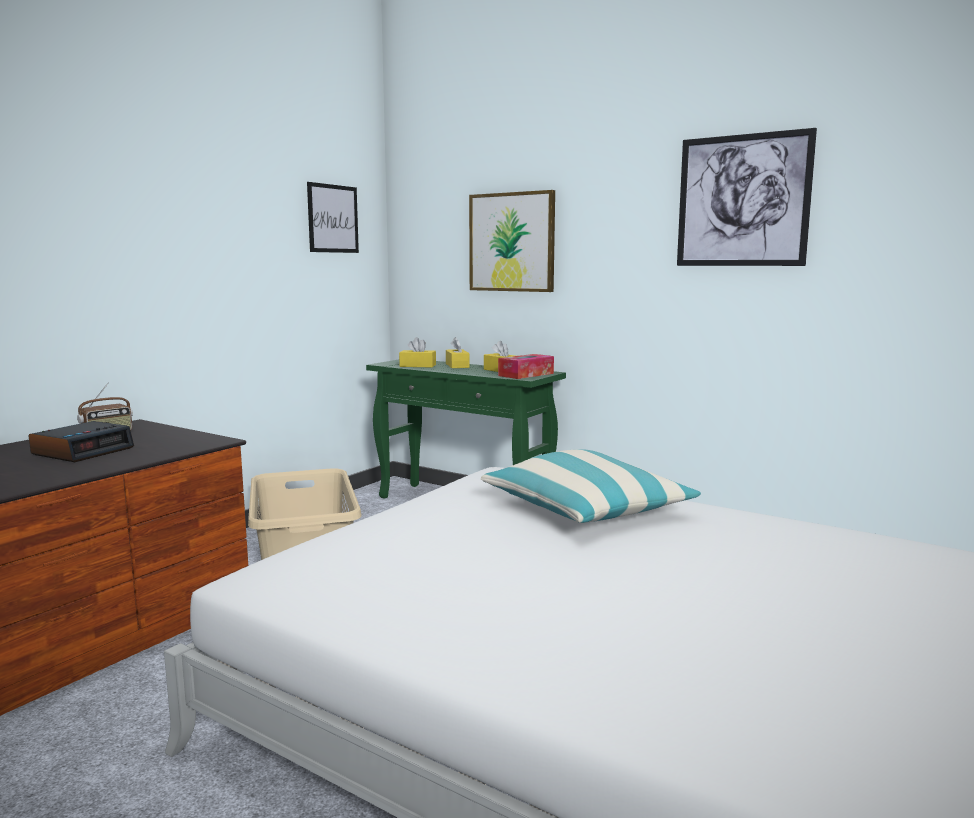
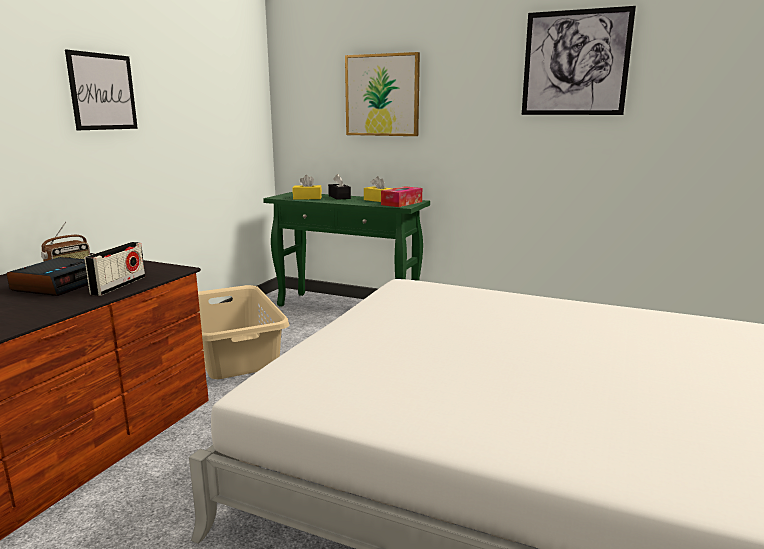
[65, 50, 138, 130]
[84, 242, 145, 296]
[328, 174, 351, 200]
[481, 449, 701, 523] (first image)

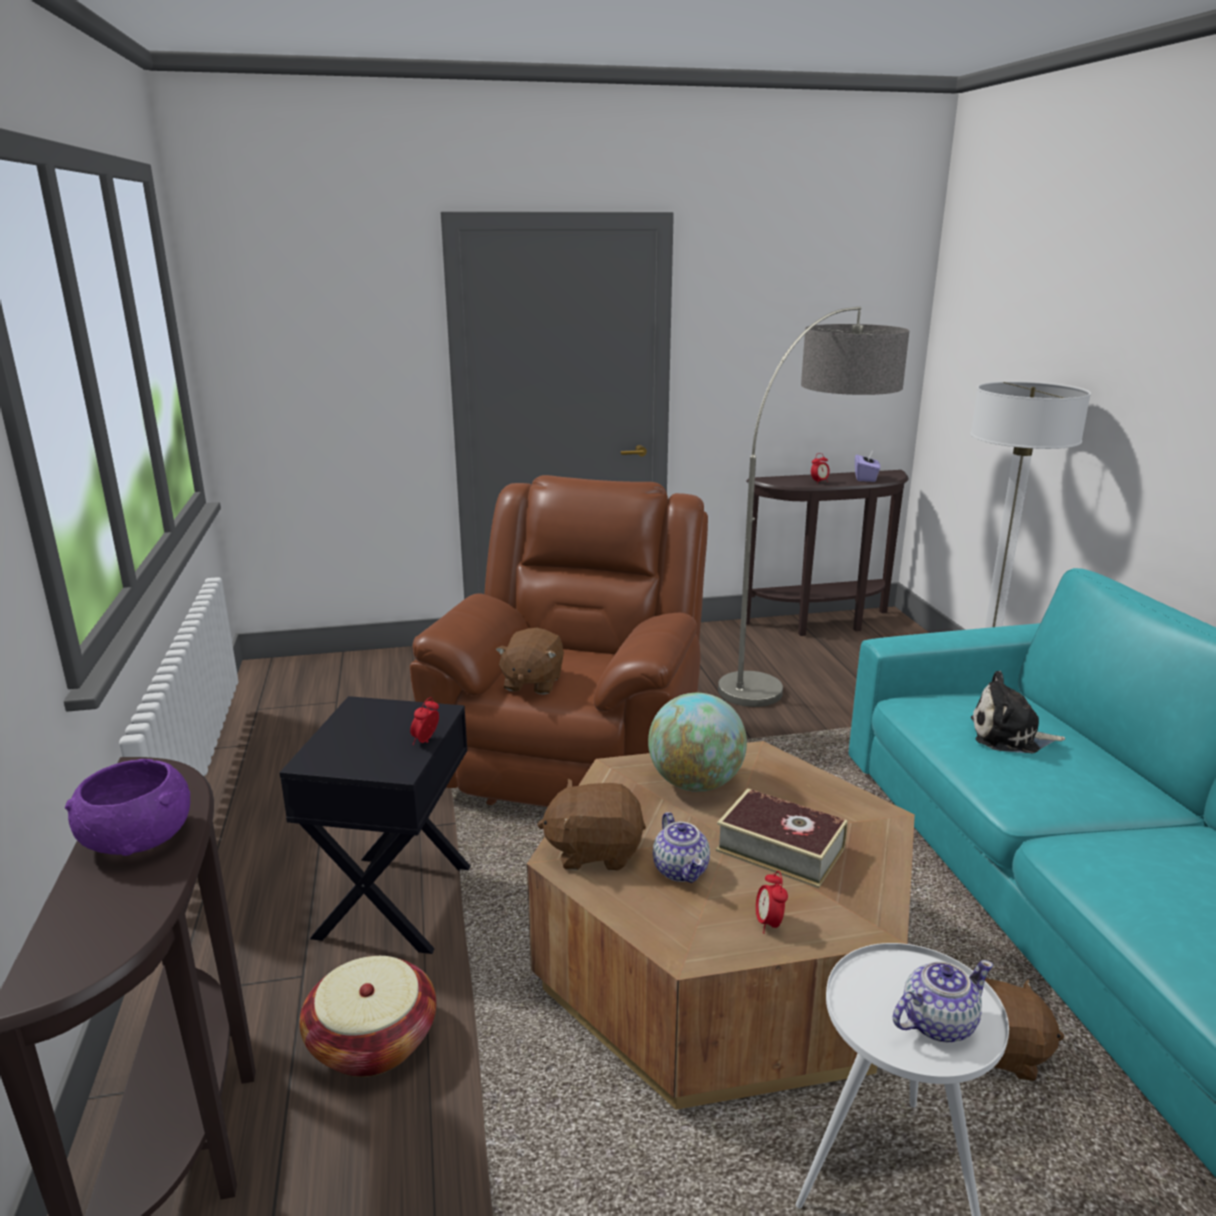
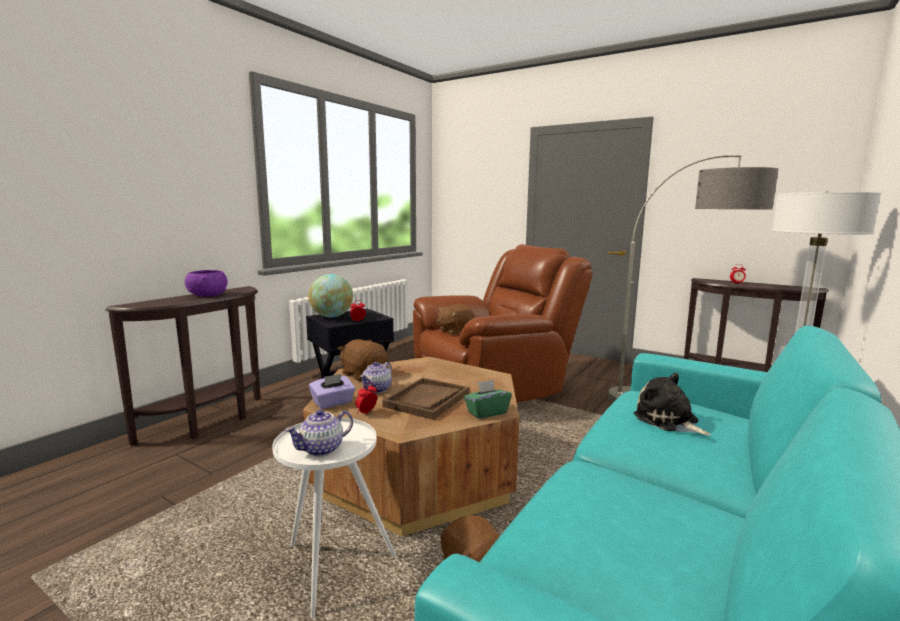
[285, 409, 353, 457]
[308, 274, 353, 318]
[309, 374, 355, 409]
[382, 378, 469, 420]
[464, 379, 512, 419]
[300, 956, 436, 1077] (first image)

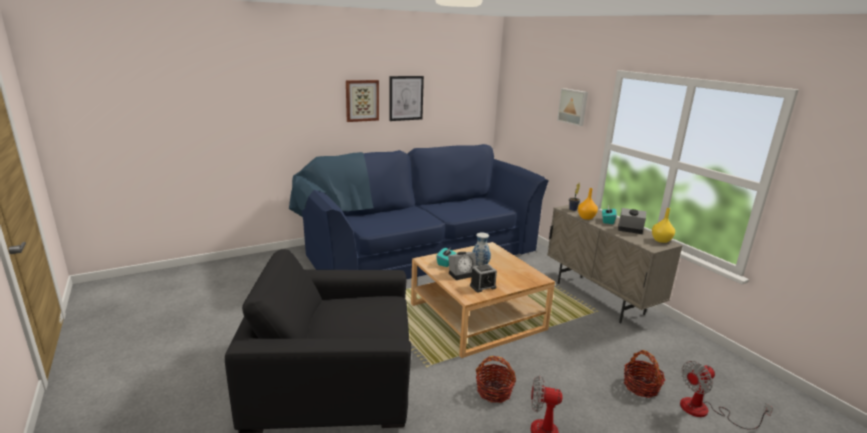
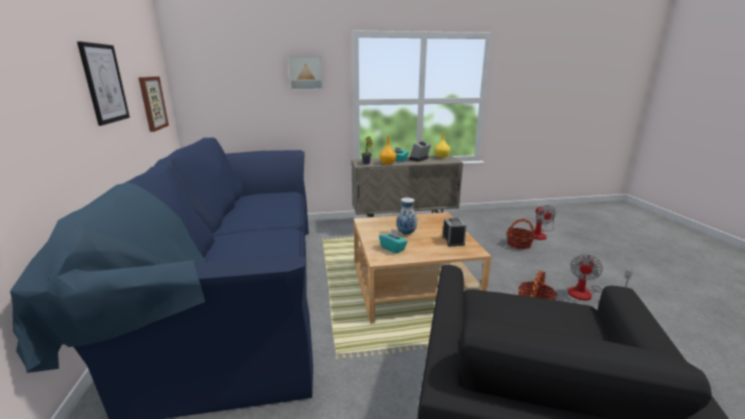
[138, 76, 169, 132]
[448, 252, 476, 280] (first image)

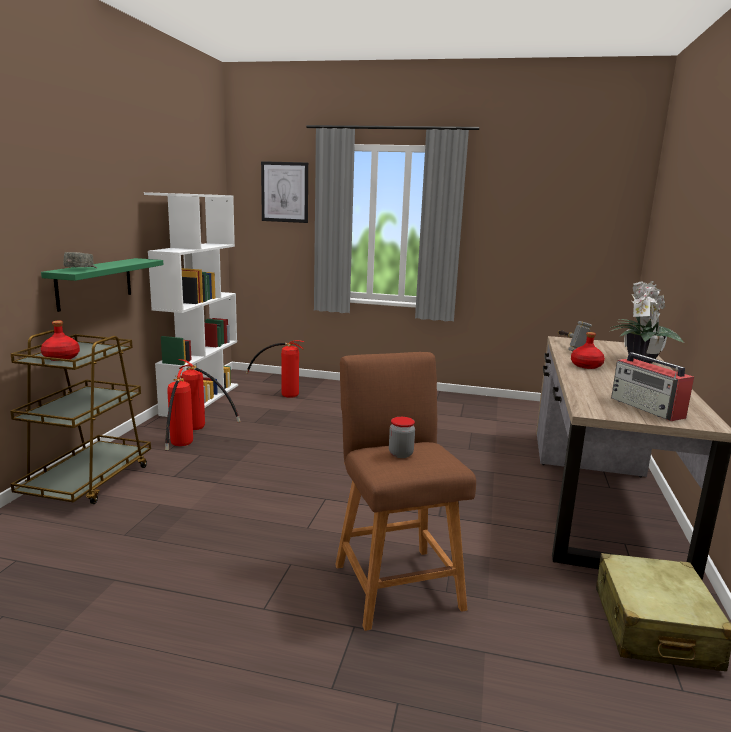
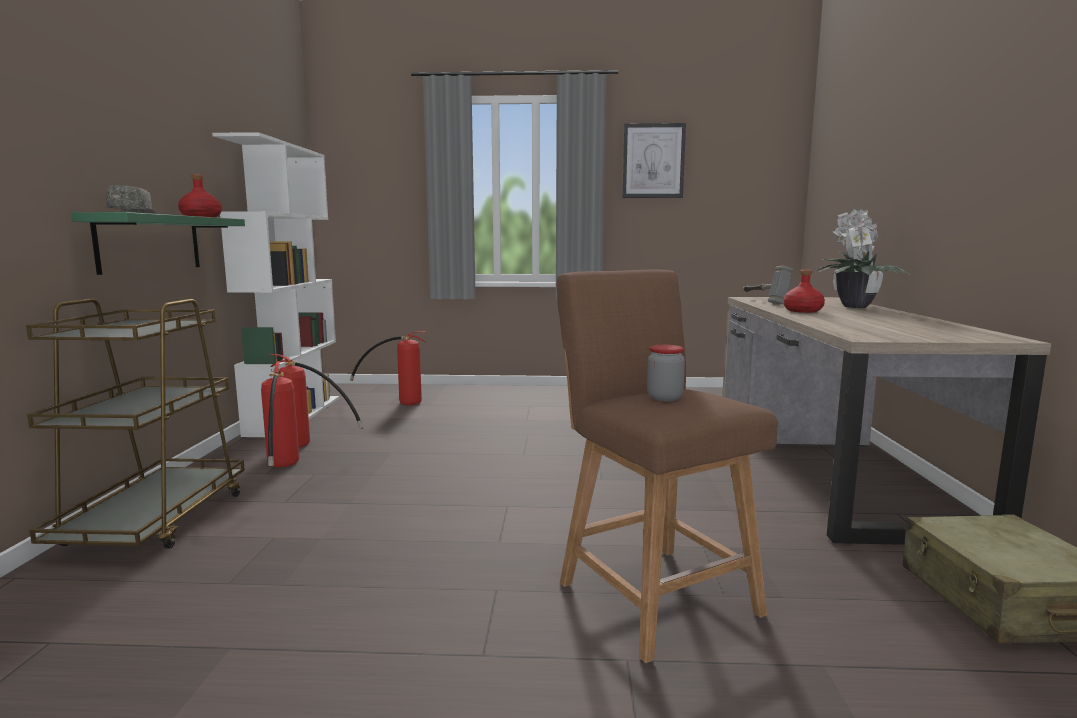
[178, 174, 222, 217]
[622, 123, 686, 198]
[611, 352, 694, 421] (first image)

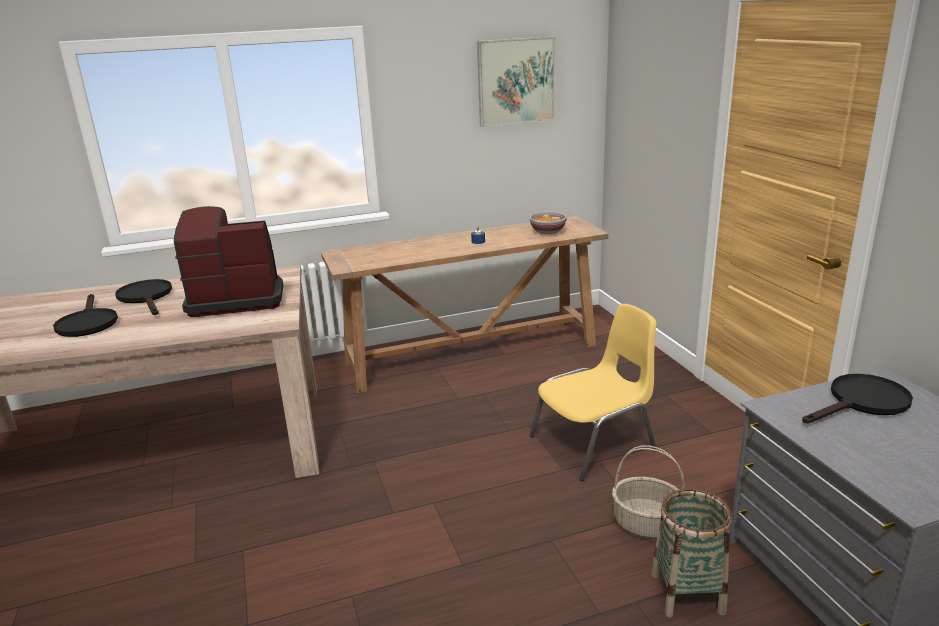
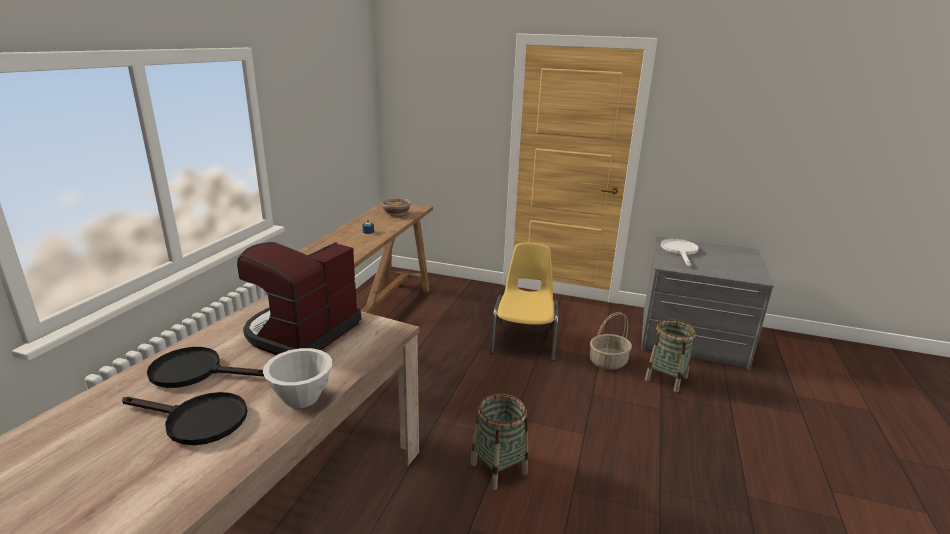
[263, 348, 332, 408]
[471, 393, 528, 490]
[661, 239, 698, 266]
[477, 36, 556, 127] (first image)

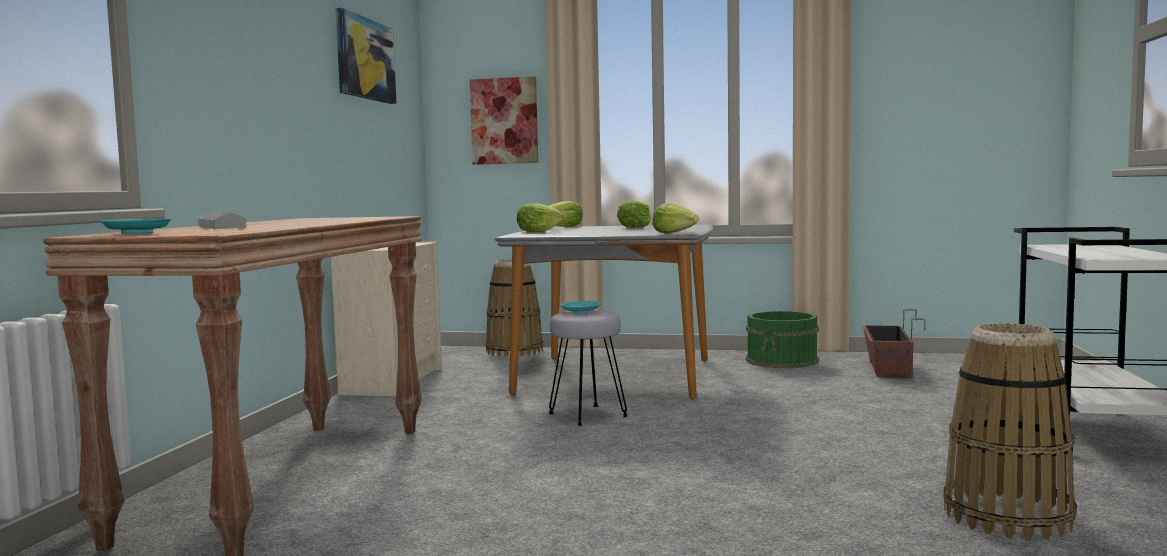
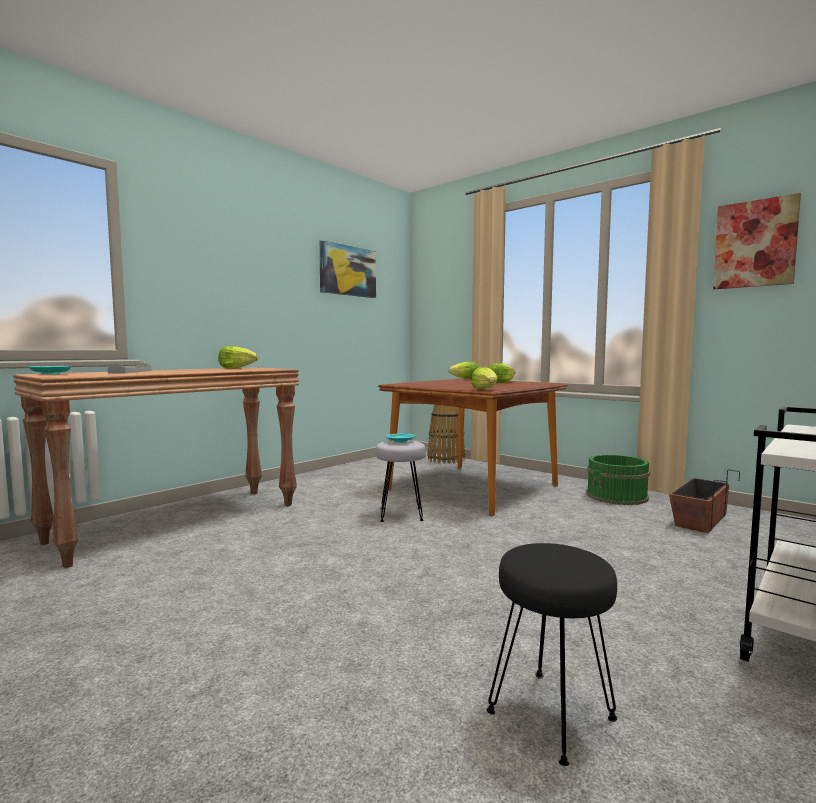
[218, 346, 258, 369]
[378, 379, 568, 516]
[487, 543, 617, 766]
[713, 193, 801, 289]
[331, 242, 442, 397] (first image)

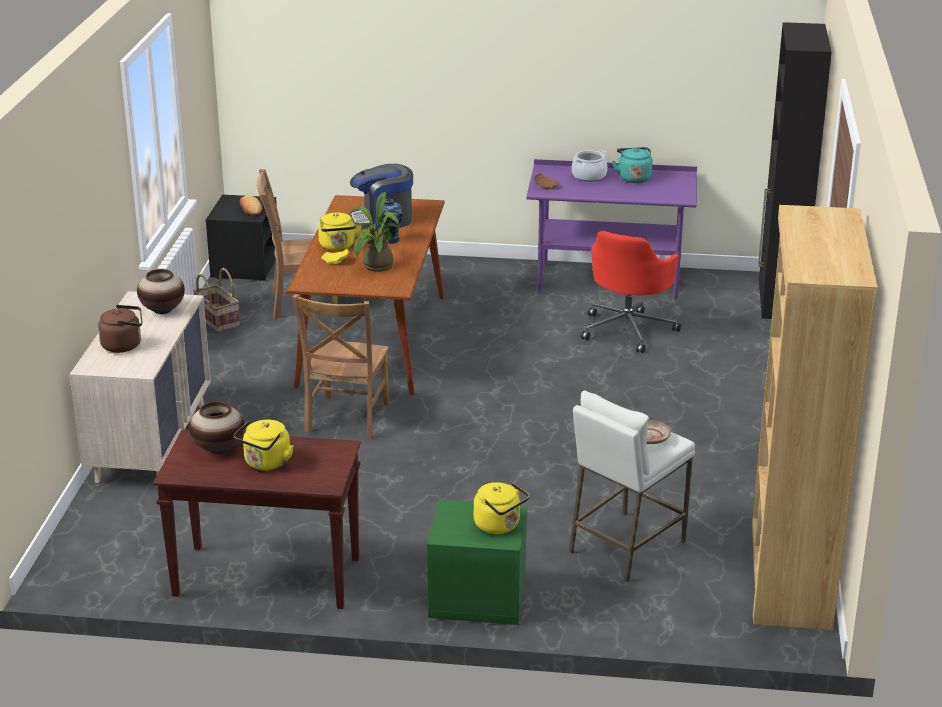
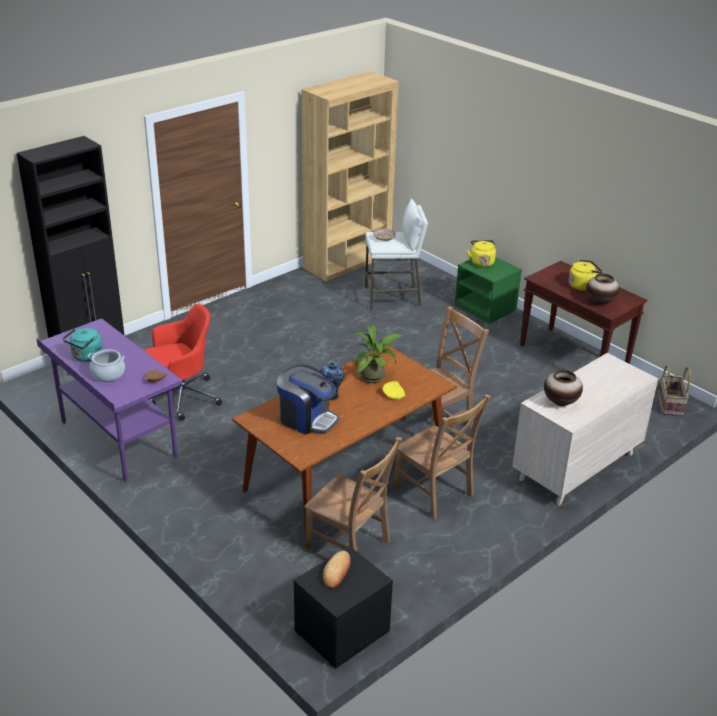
[394, 394, 491, 519]
[657, 365, 691, 416]
[98, 305, 142, 353] (first image)
[318, 213, 361, 251] (first image)

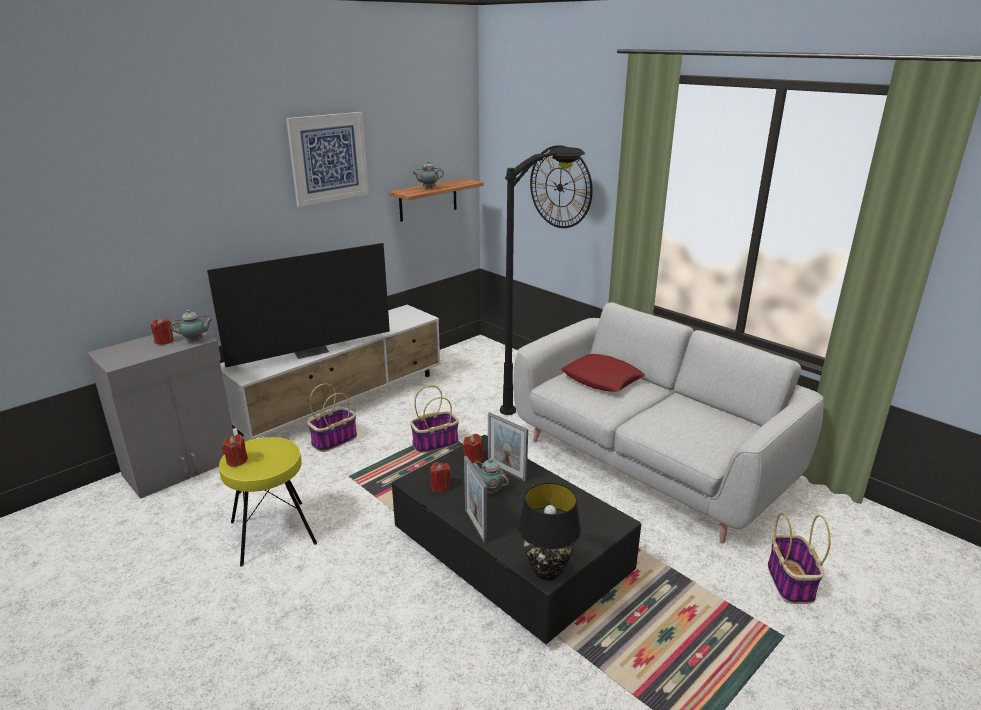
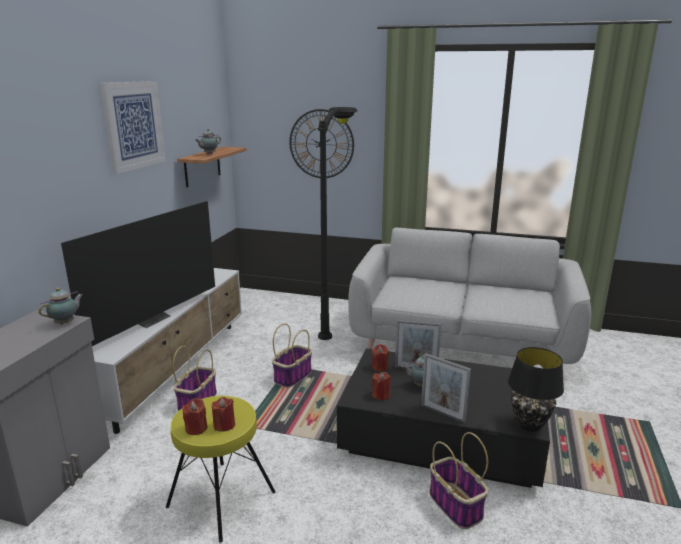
[212, 397, 235, 432]
[430, 432, 488, 529]
[561, 354, 645, 392] (first image)

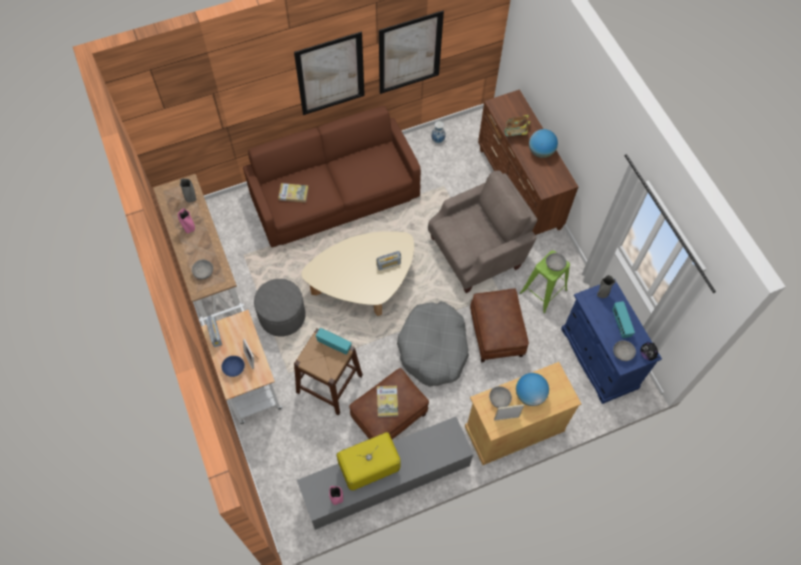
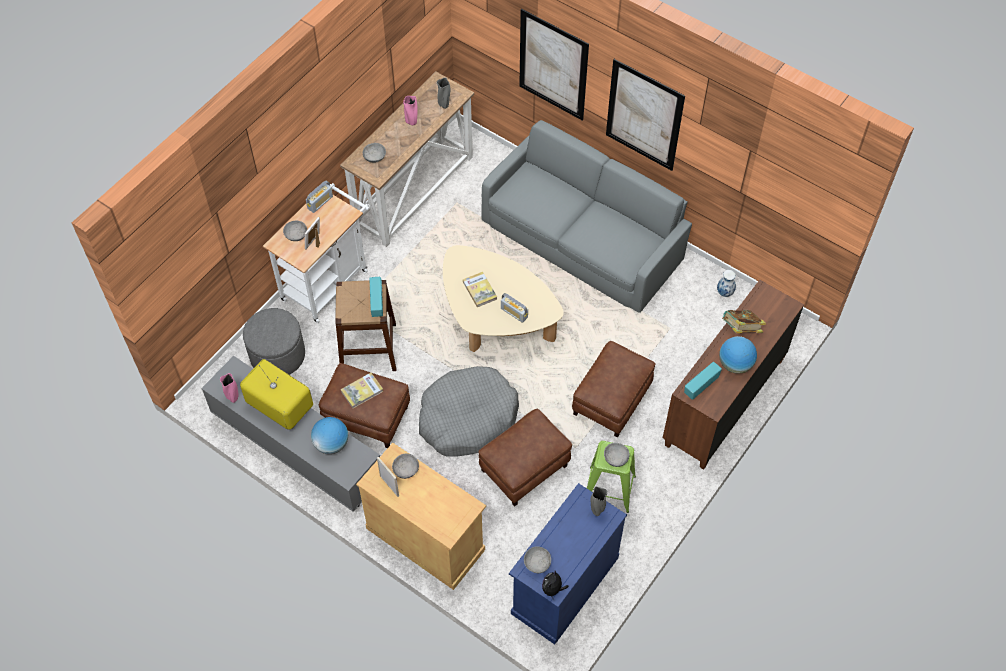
[243, 308, 305, 375]
[283, 221, 307, 241]
[311, 417, 348, 454]
[463, 272, 497, 307]
[481, 120, 692, 313]
[519, 8, 589, 121]
[572, 341, 656, 438]
[684, 362, 722, 400]

